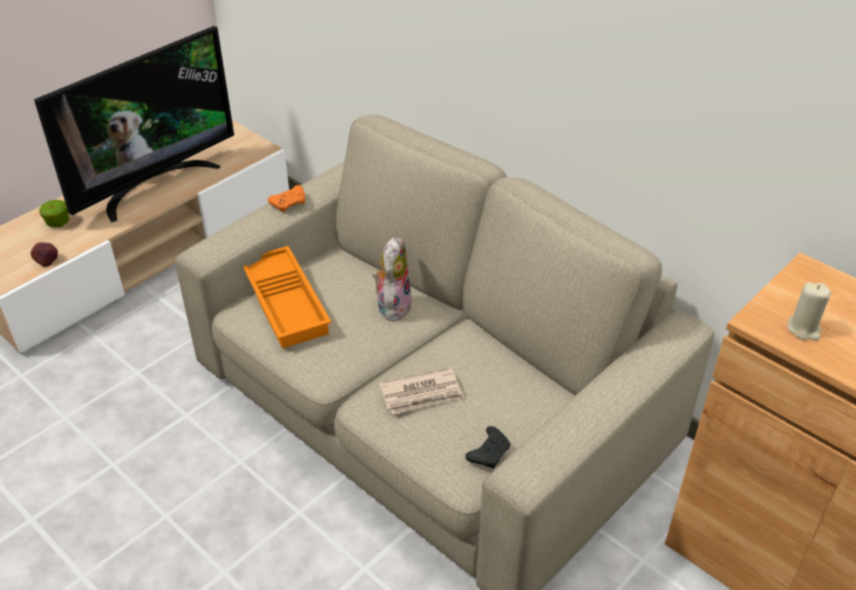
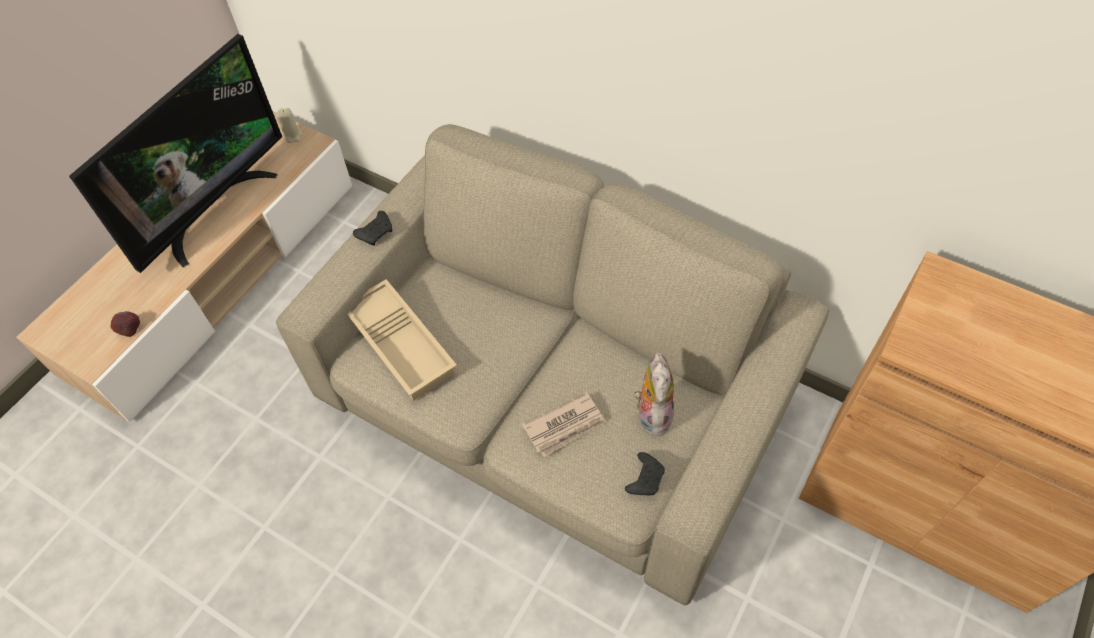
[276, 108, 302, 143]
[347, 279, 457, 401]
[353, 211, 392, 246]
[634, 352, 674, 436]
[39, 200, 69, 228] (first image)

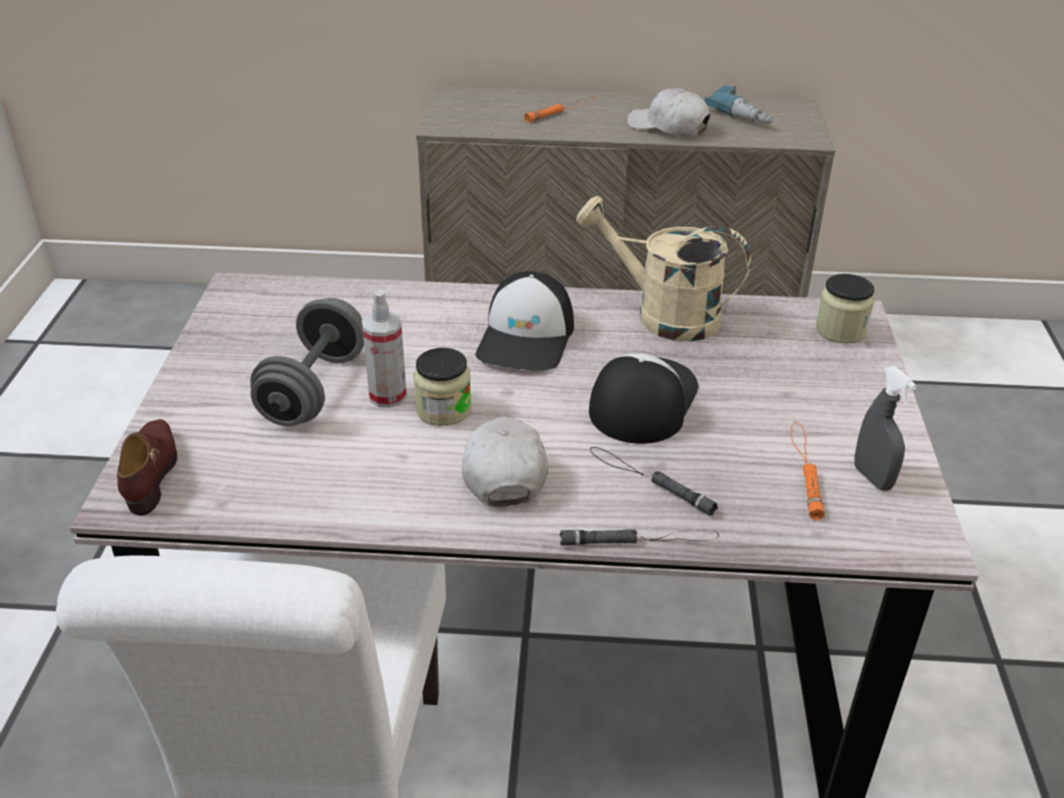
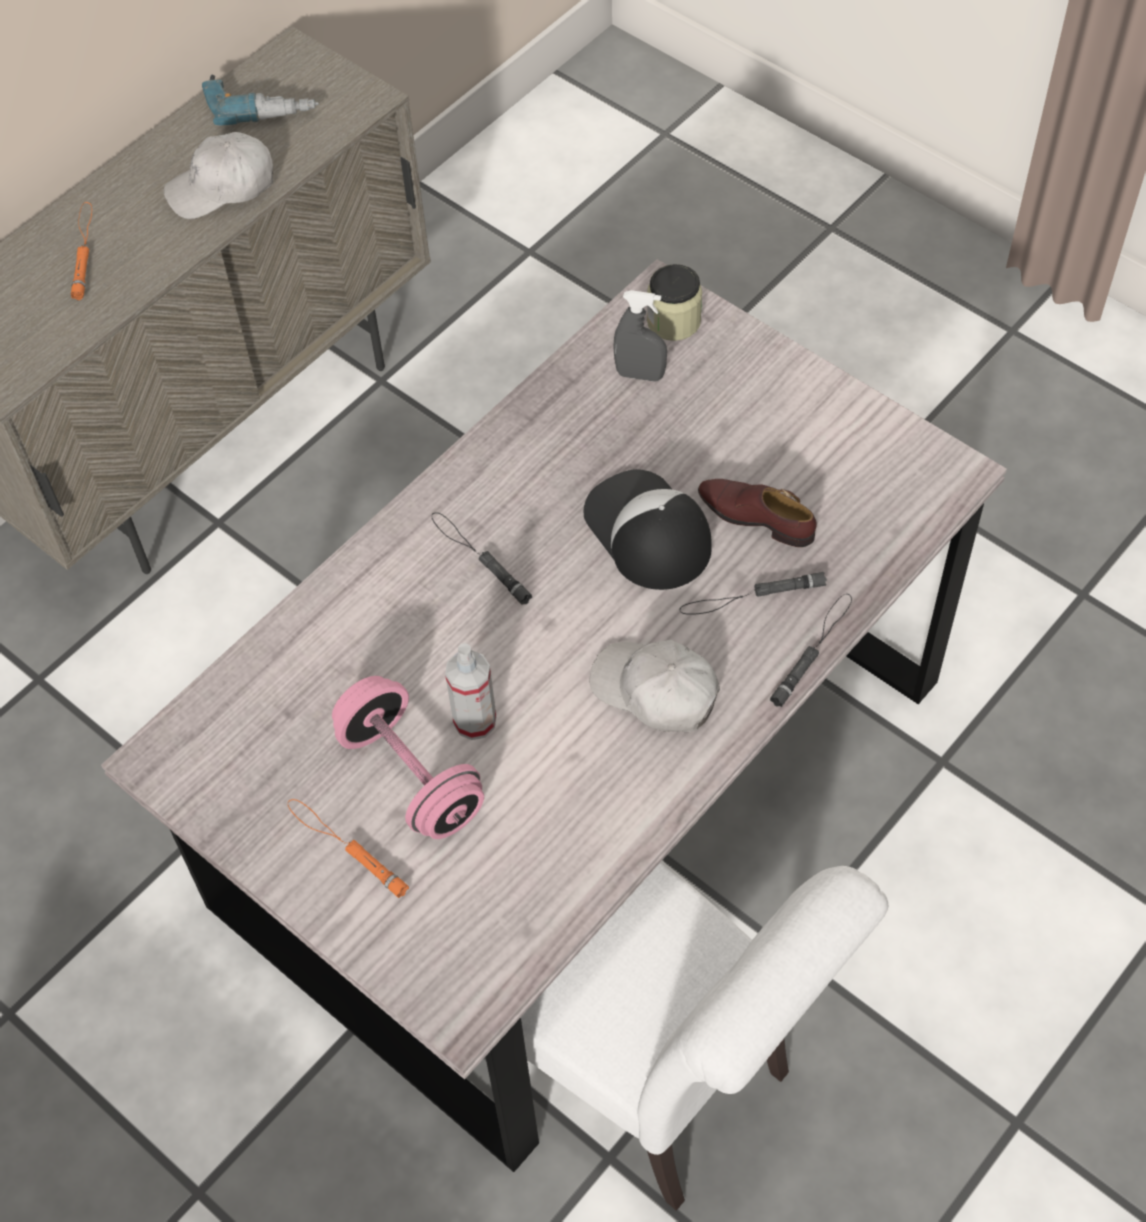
[288, 799, 409, 898]
[332, 676, 484, 839]
[432, 512, 532, 605]
[613, 290, 667, 382]
[698, 479, 817, 547]
[413, 348, 471, 426] (first image)
[576, 196, 751, 342] (first image)

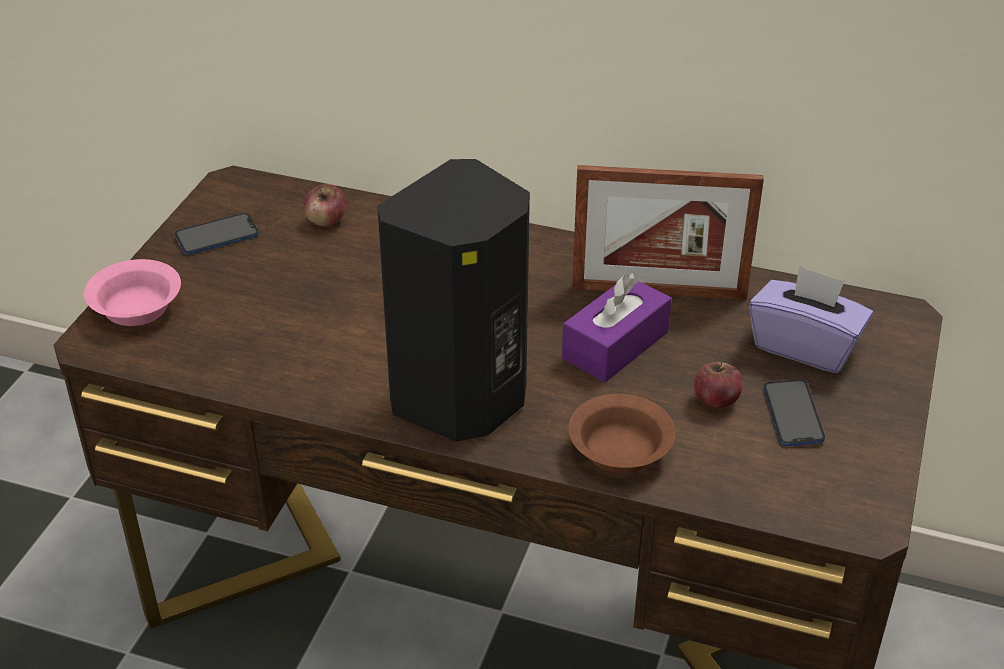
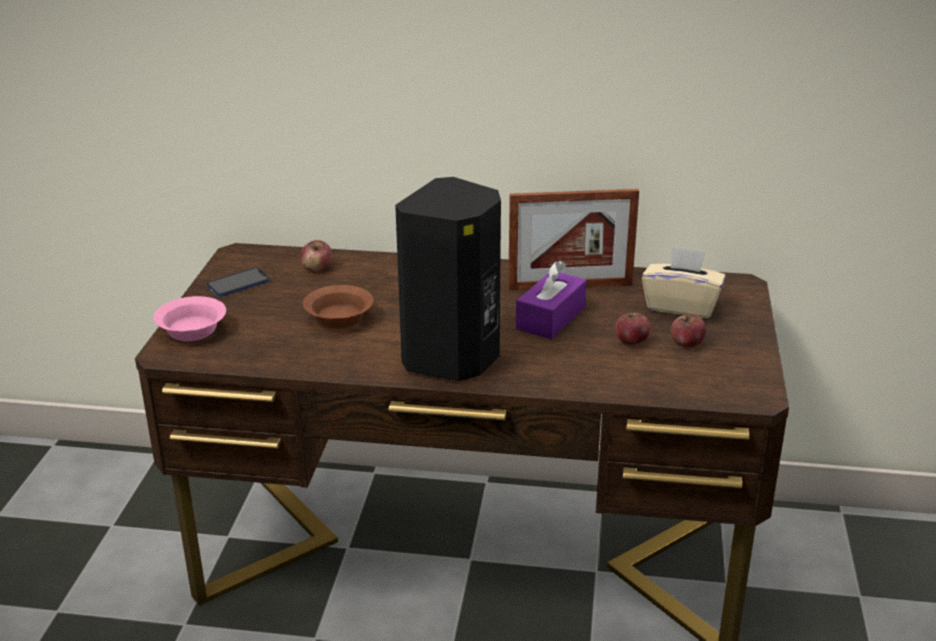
[303, 285, 373, 329]
[642, 247, 725, 318]
[671, 313, 706, 348]

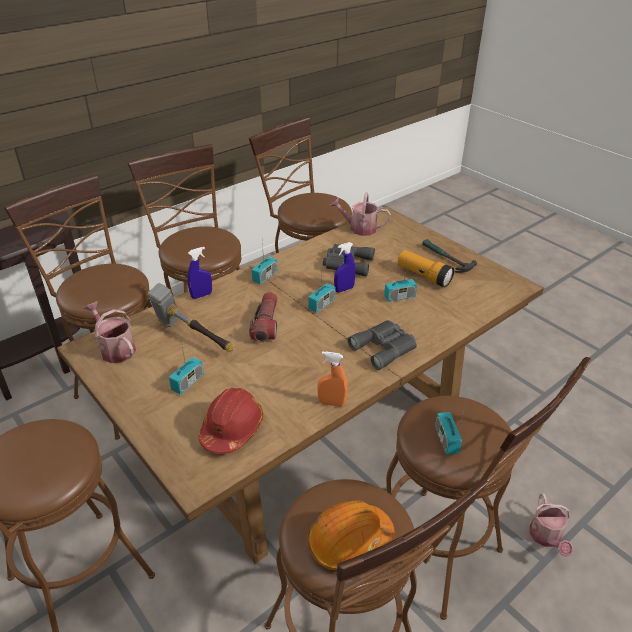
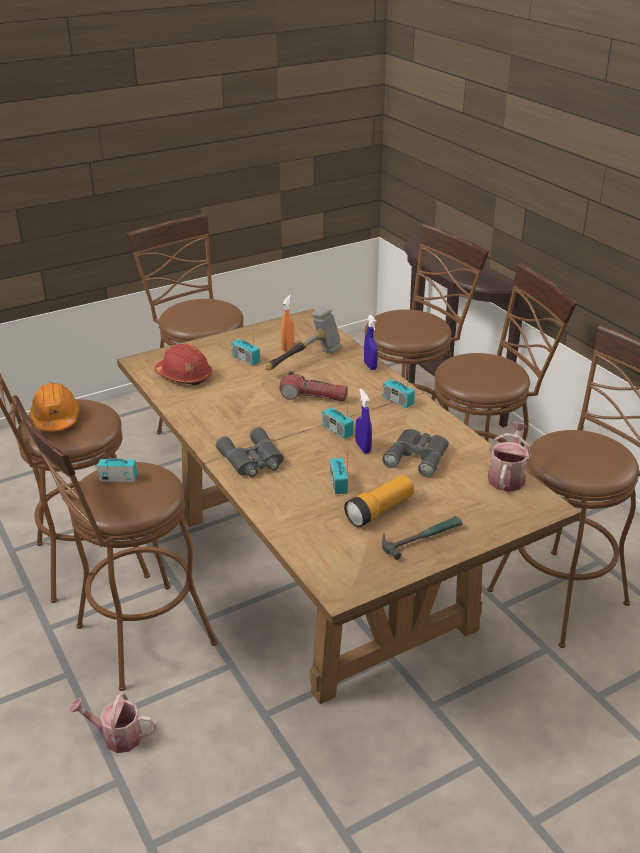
[281, 295, 294, 351]
[84, 302, 136, 363] (first image)

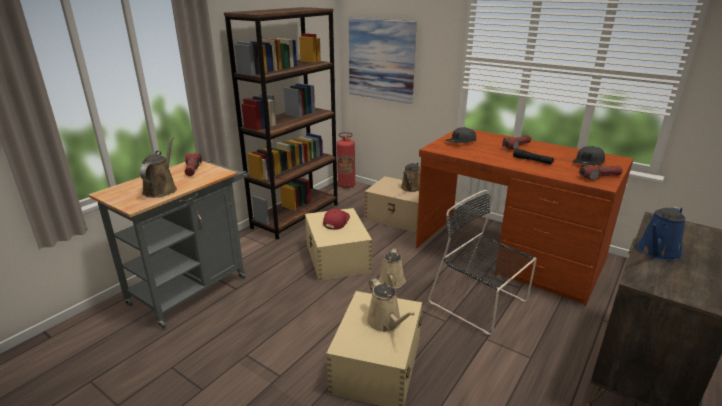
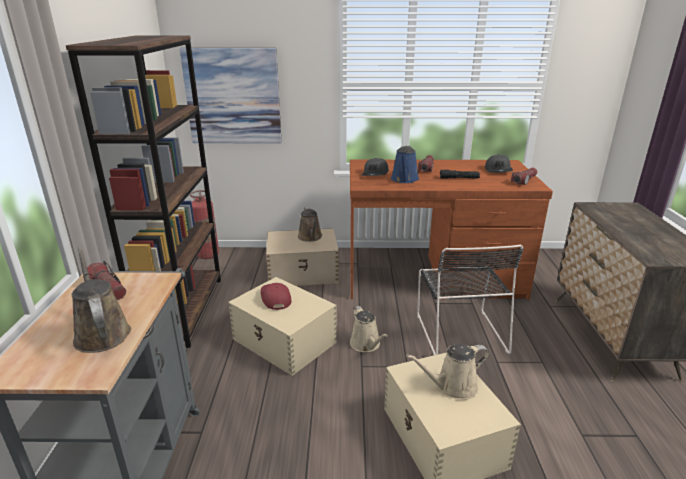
[391, 145, 419, 183]
[406, 344, 490, 400]
[417, 245, 523, 355]

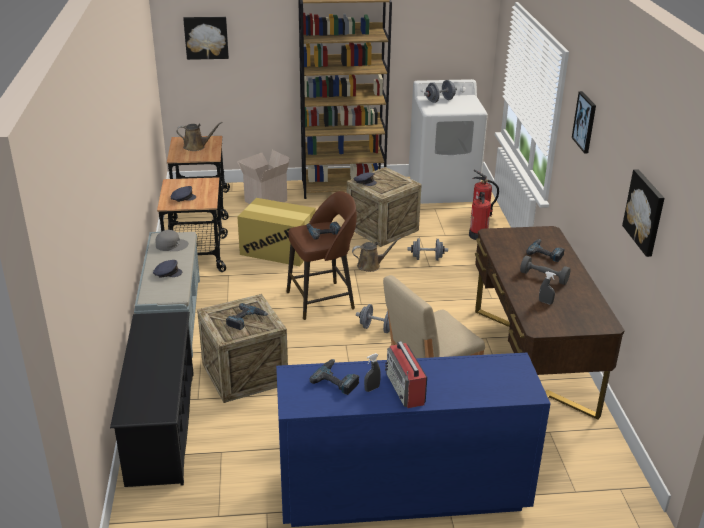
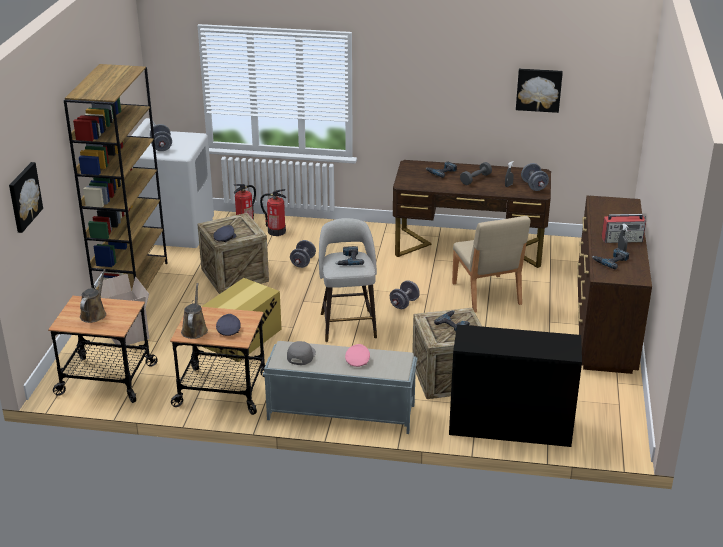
[181, 283, 208, 339]
[319, 218, 377, 342]
[345, 344, 370, 367]
[449, 324, 582, 447]
[521, 163, 549, 191]
[577, 195, 652, 374]
[572, 91, 596, 153] (first image)

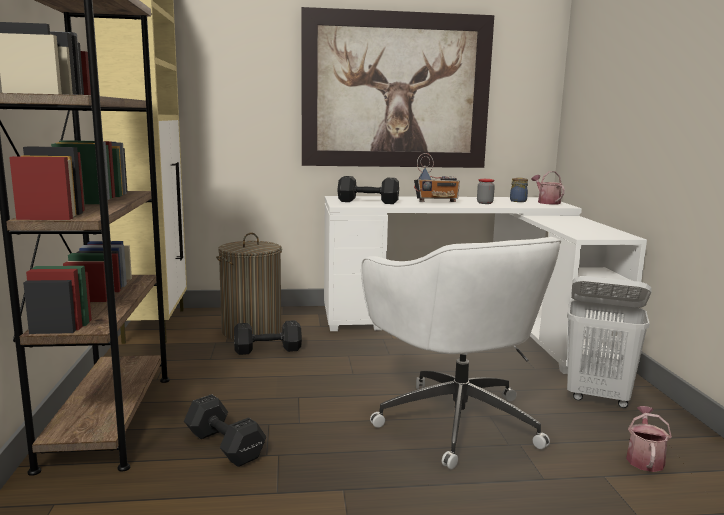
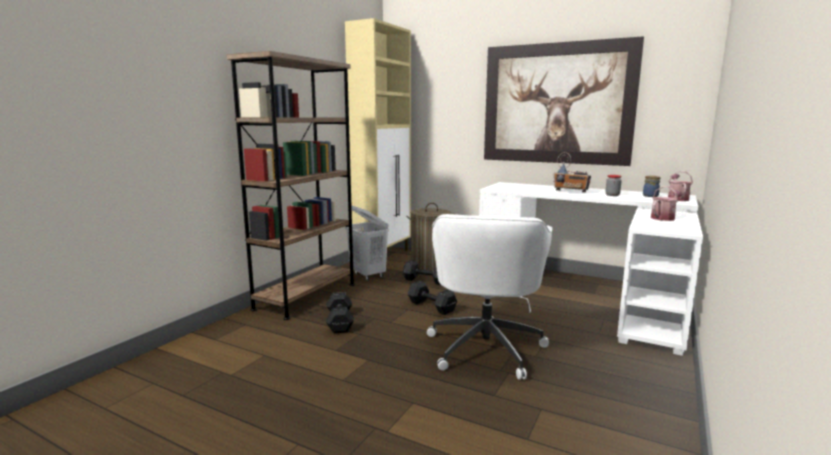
[345, 206, 389, 281]
[408, 281, 457, 315]
[651, 186, 683, 221]

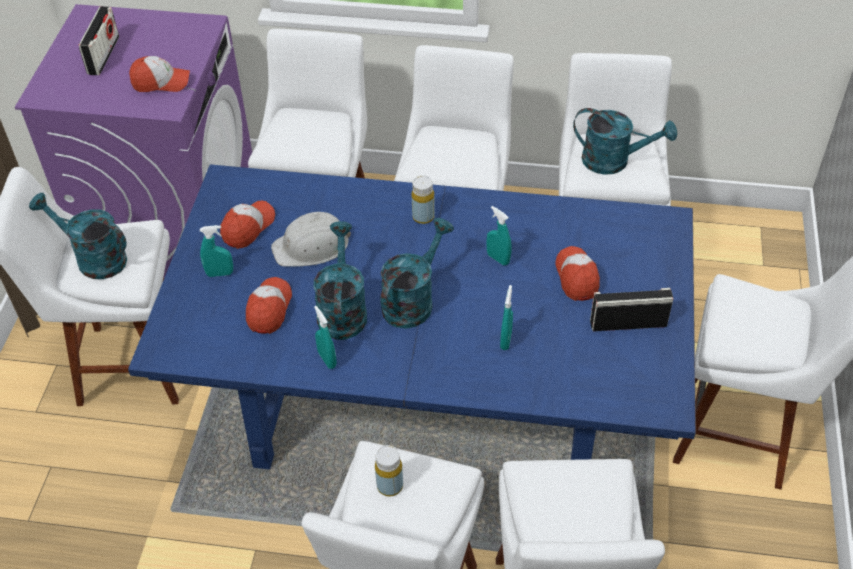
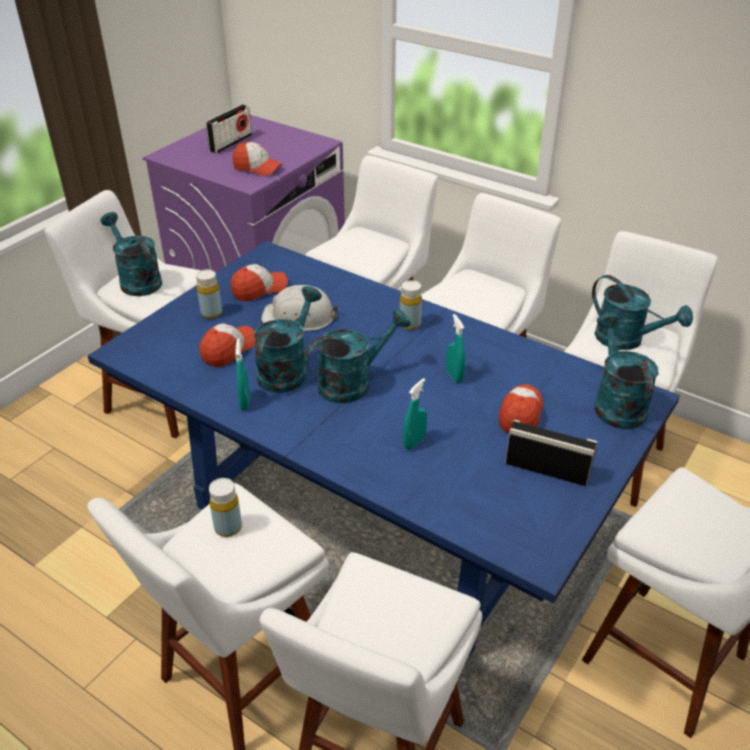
[196, 269, 222, 319]
[594, 313, 658, 429]

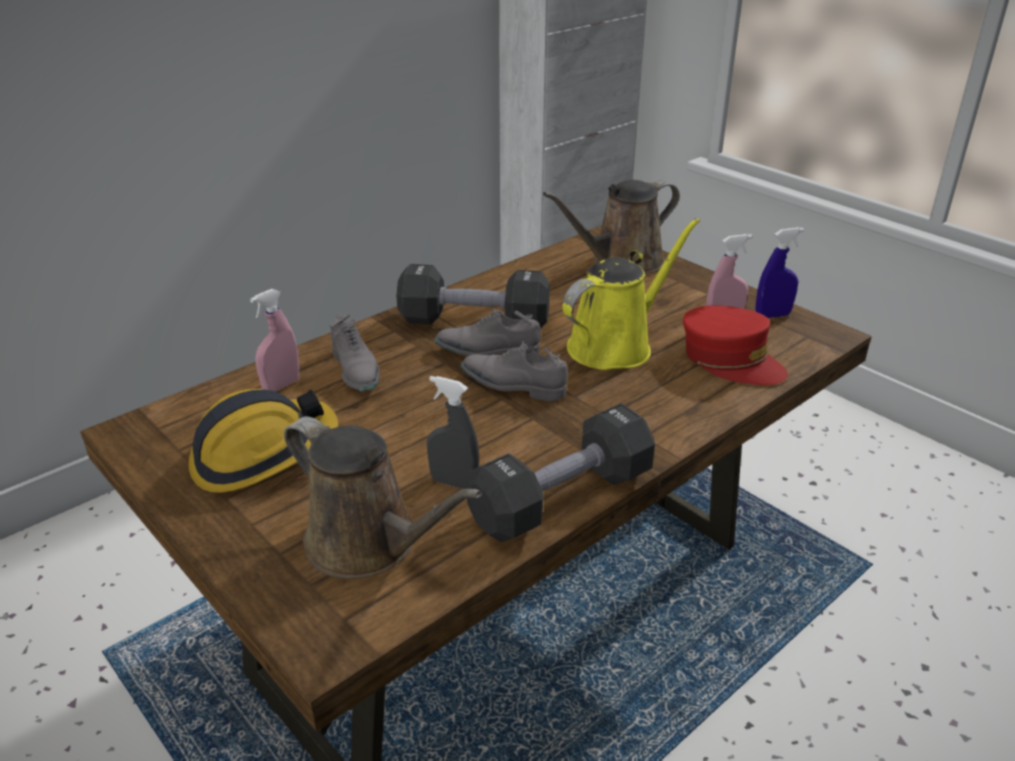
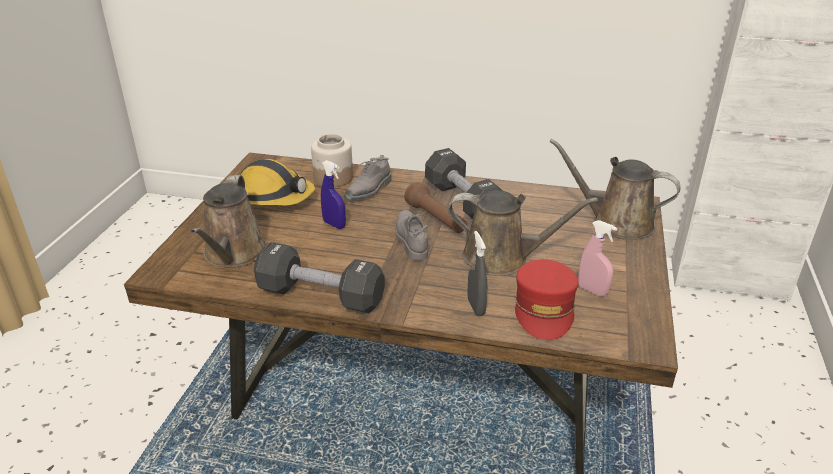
[311, 134, 353, 187]
[321, 160, 346, 229]
[404, 182, 467, 233]
[448, 190, 598, 276]
[468, 231, 487, 316]

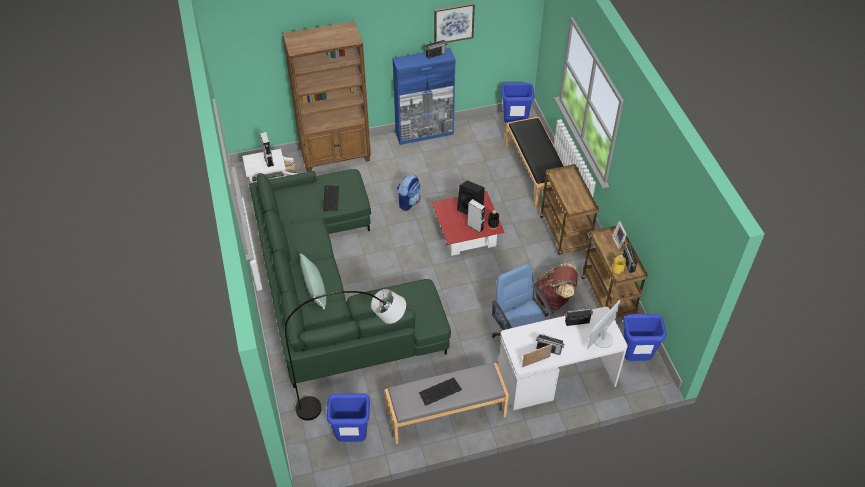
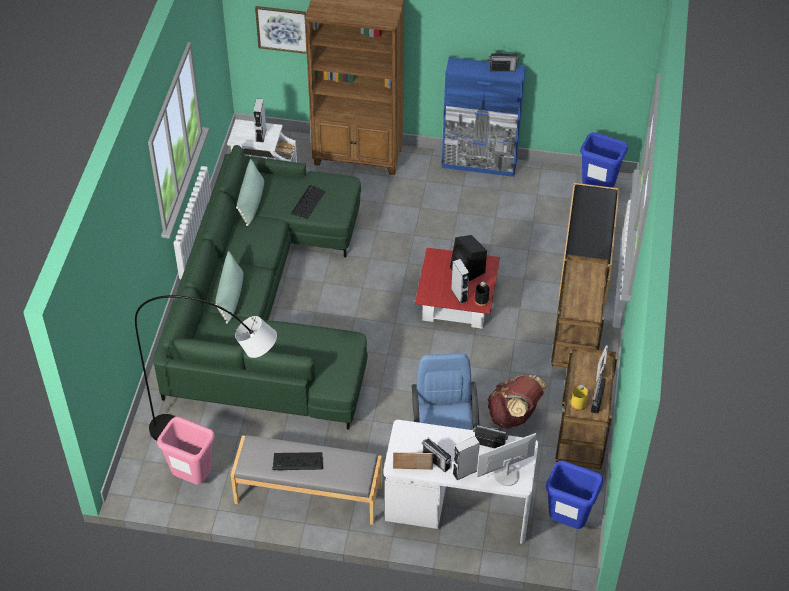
[157, 417, 215, 484]
[236, 159, 264, 226]
[255, 6, 307, 54]
[452, 436, 480, 480]
[397, 174, 421, 211] (first image)

